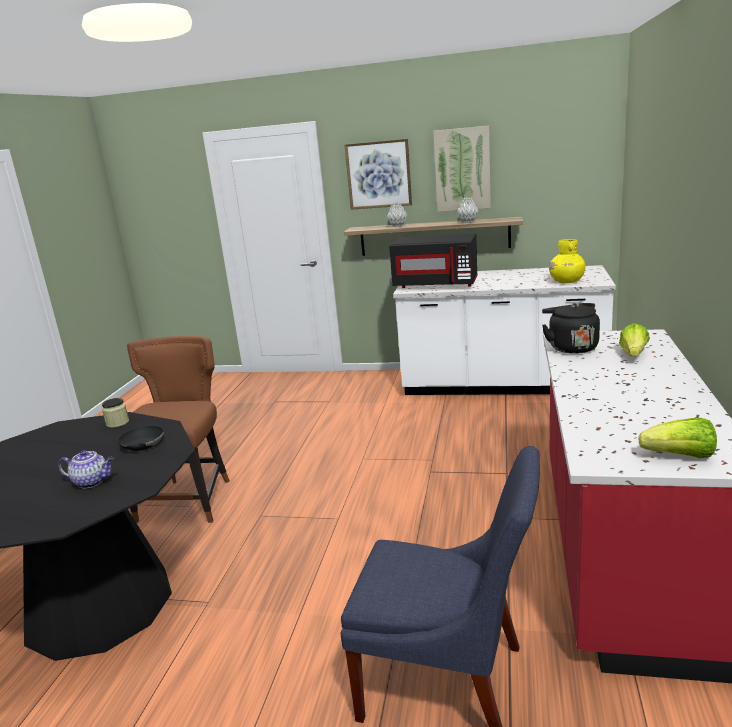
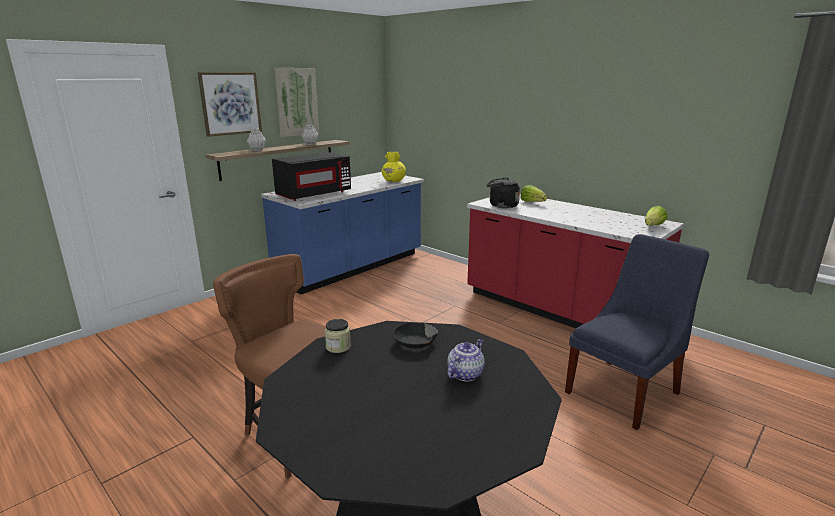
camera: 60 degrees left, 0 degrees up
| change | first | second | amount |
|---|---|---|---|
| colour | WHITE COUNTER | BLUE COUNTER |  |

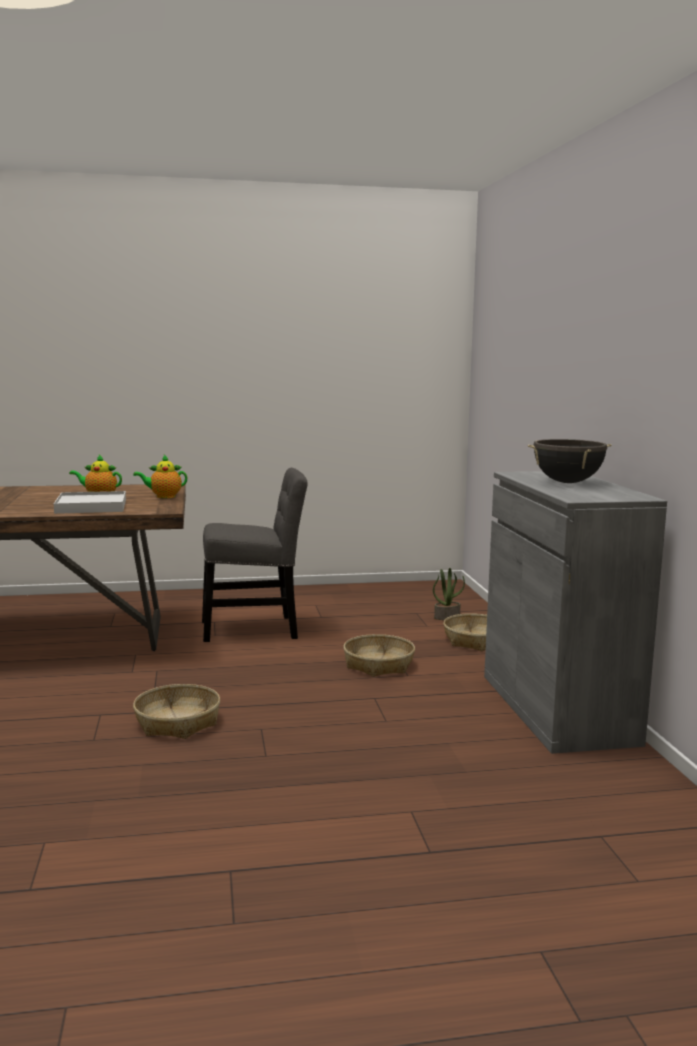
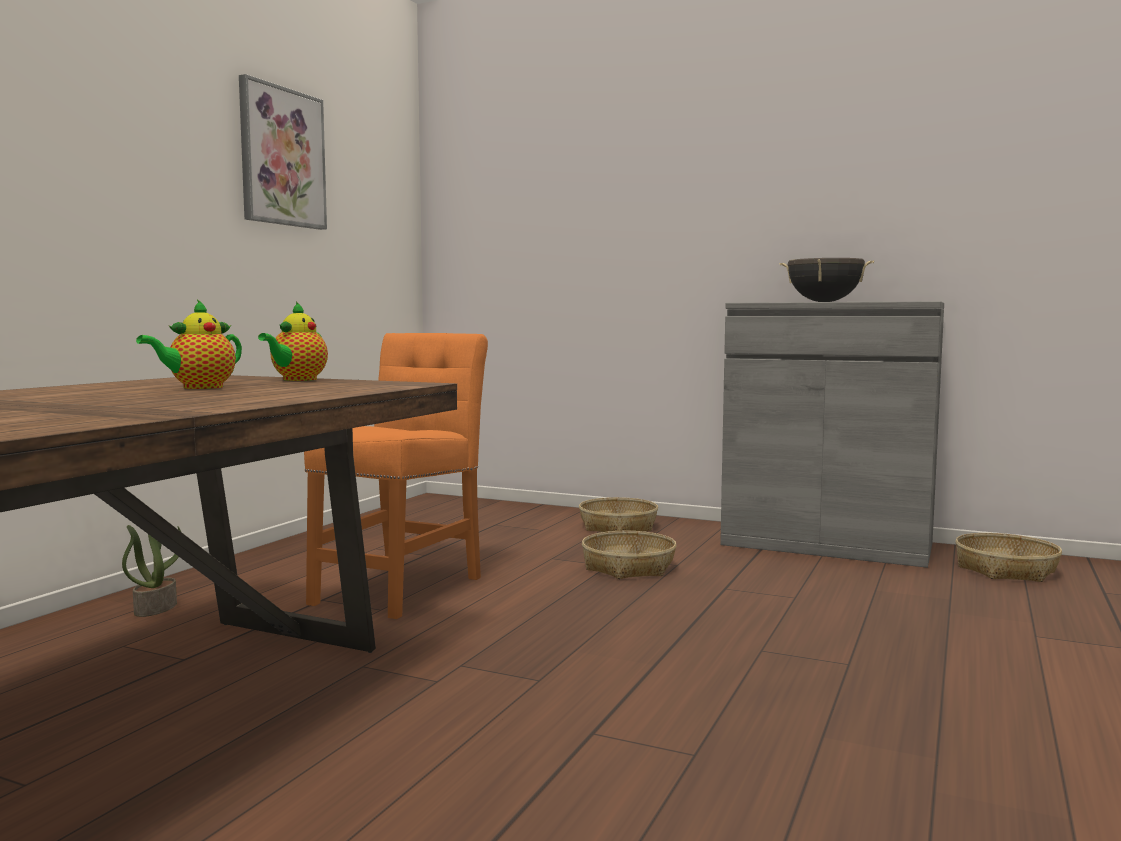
camera: 55 degrees left, 5 degrees down
| change | first | second | amount |
|---|---|---|---|
| missing | WHITE TRAY |  |  |
| appeared |  | PICTURE |  |
| relocated | BASKET (no. 1 from left in the first image) | BASKET (no. 3 from left) |  |
| relocated | POTTED PLANT |  |  |
| colour | GREY CHAIR | ORANGE CHAIR |  |

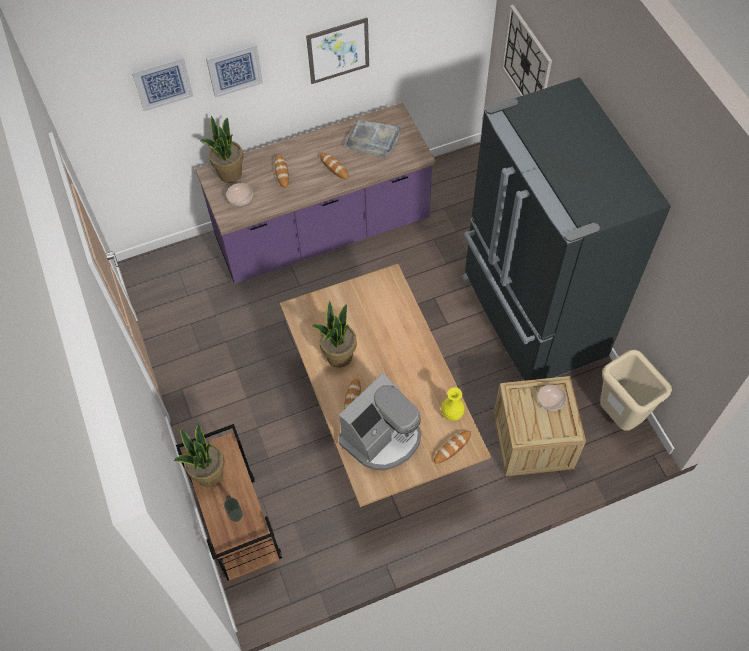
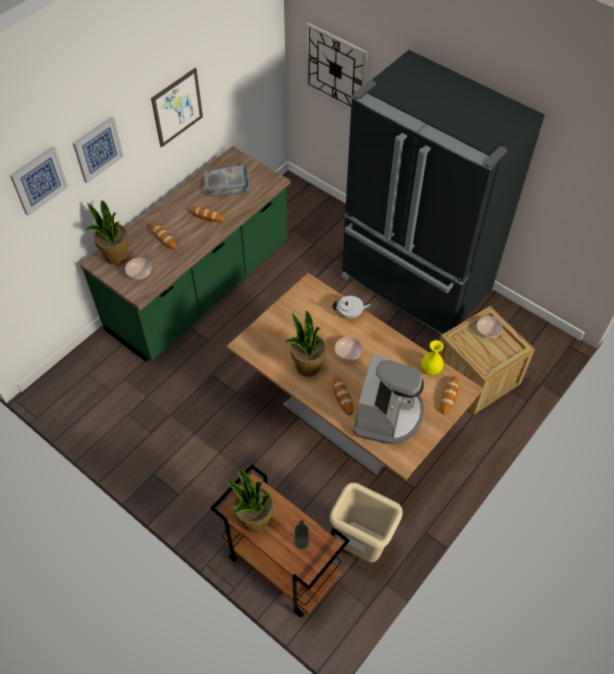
camera: 30 degrees left, 5 degrees down
| change | first | second | amount |
|---|---|---|---|
| appeared |  | WHITE TEAPOT |  |
| appeared |  | BOWL (no. 2 from left) |  |
| relocated | BEIGE TRASH CAN |  |  |
| colour | PURPLE COUNTER | GREEN COUNTER |  |

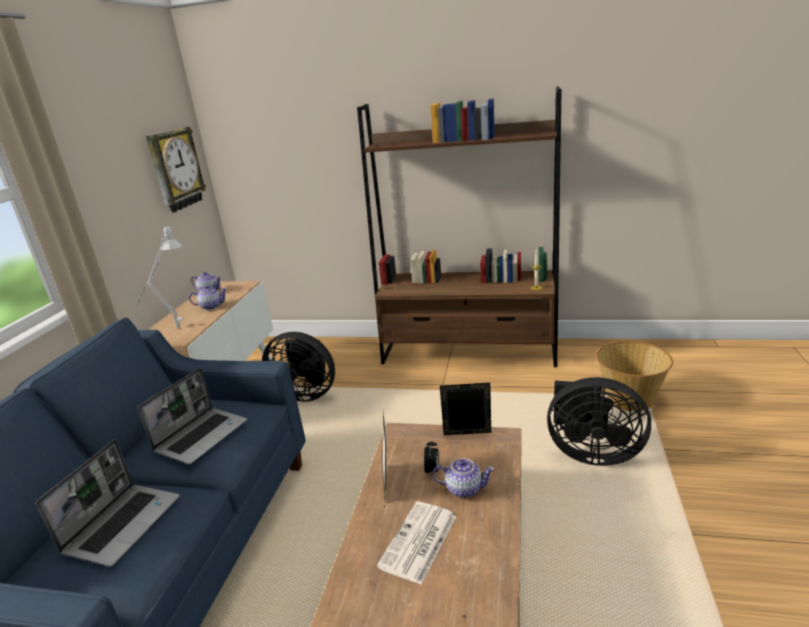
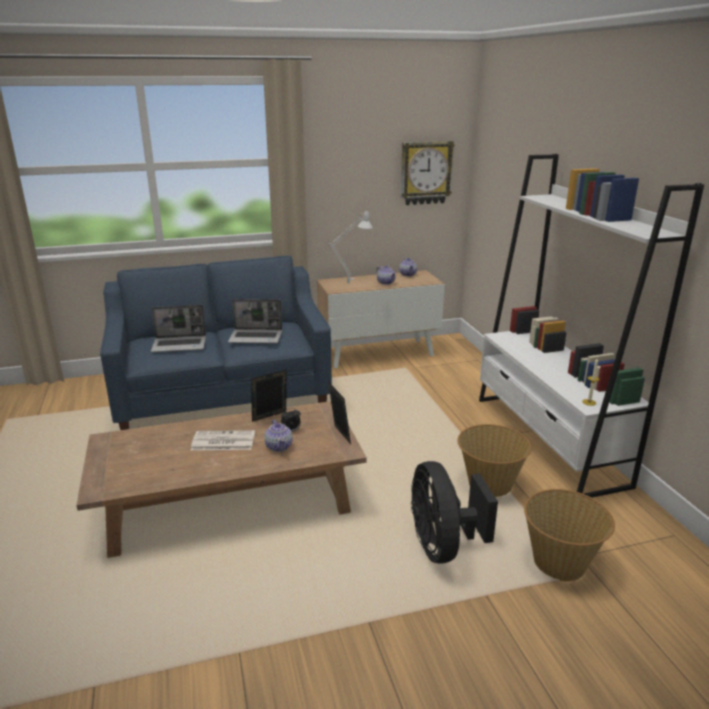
camera: 60 degrees right, 0 degrees up
| change | first | second | amount |
|---|---|---|---|
| missing | BLACK FAN (no. 1 from left) |  |  |
| appeared |  | BASKET (no. 1 from left) |  |
| colour | BROWN BOOKCASE | WHITE BOOKCASE |  |

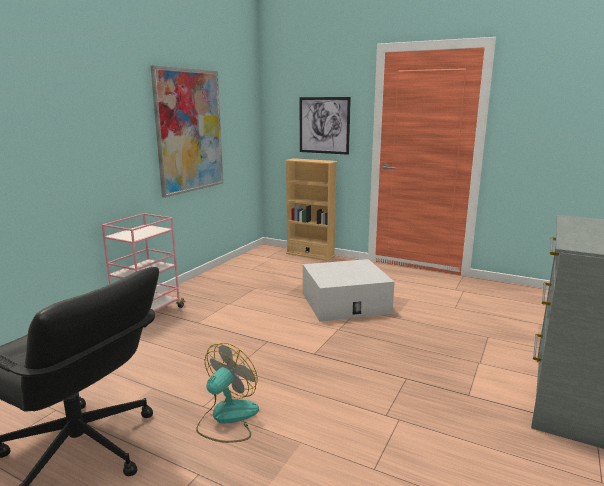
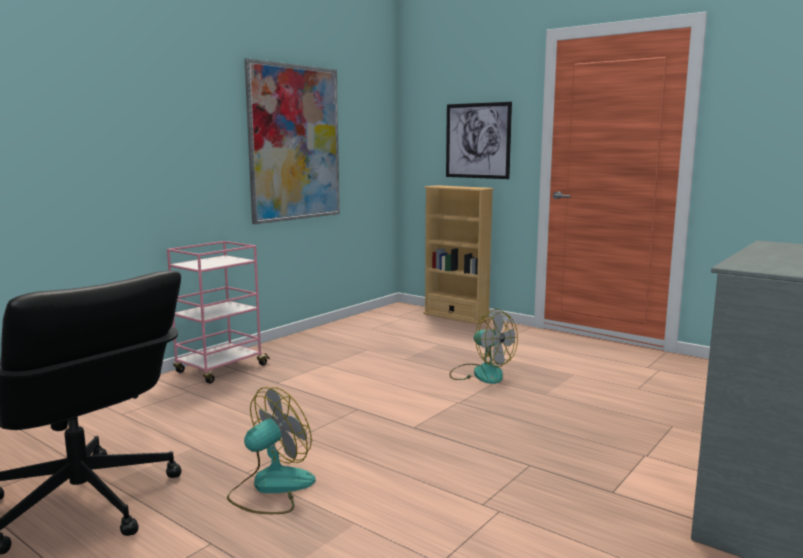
camera: 10 degrees right, 5 degrees down
| change | first | second | amount |
|---|---|---|---|
| exchanged | WHITE STORAGE BOX | FAN (no. 2 from left) |  |

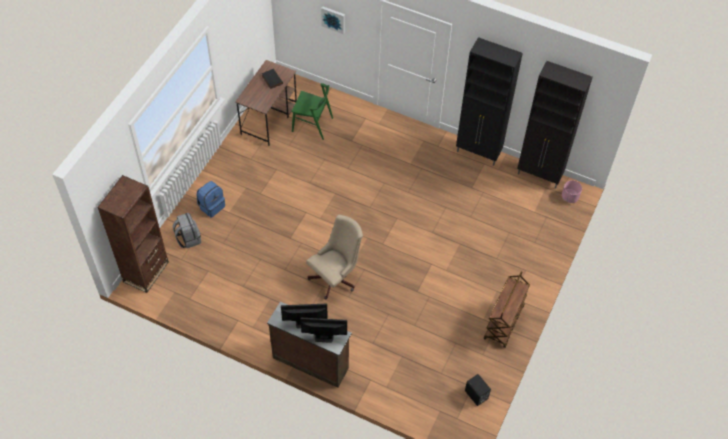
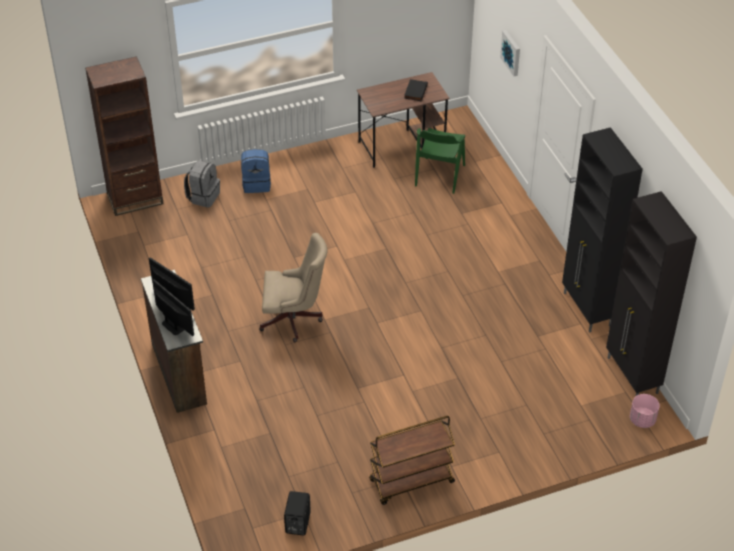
camera: 45 degrees right, 10 degrees down
| change | first | second | amount |
|---|---|---|---|
| spun | GREEN CHAIR |  | 45 degrees clockwise |

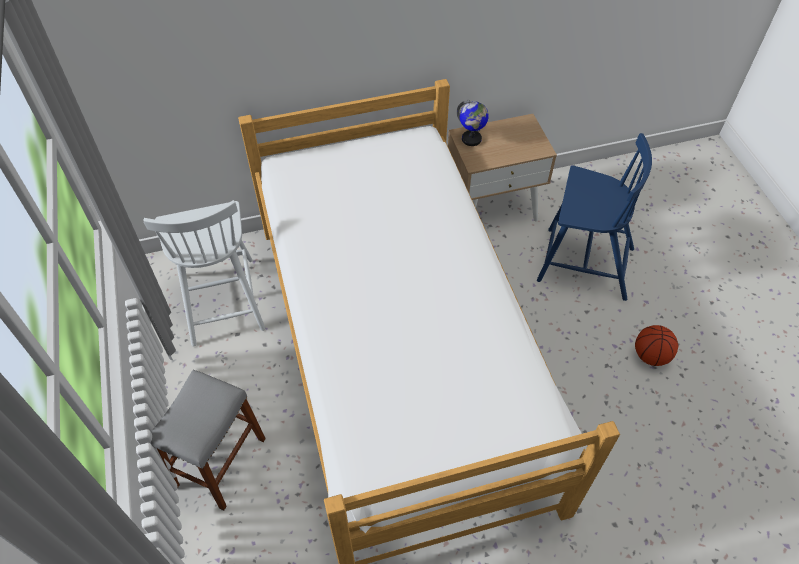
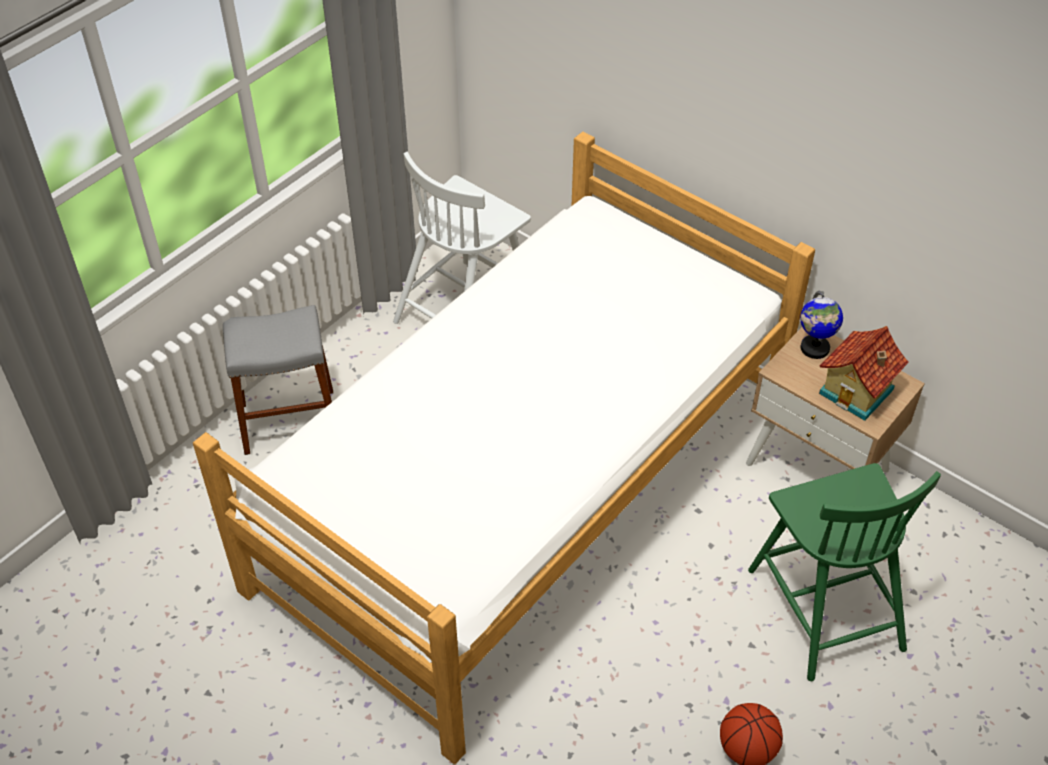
camera: 55 degrees right, 5 degrees down
| change | first | second | amount |
|---|---|---|---|
| appeared |  | TOY HOUSE |  |
| colour | BLUE CHAIR | GREEN CHAIR |  |

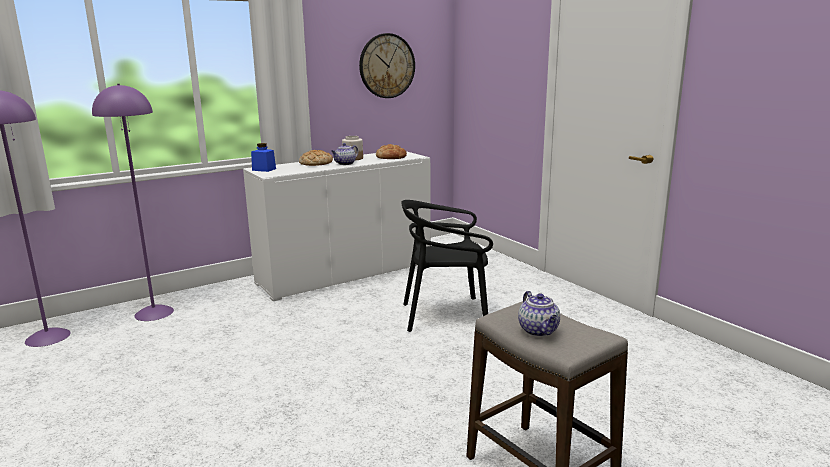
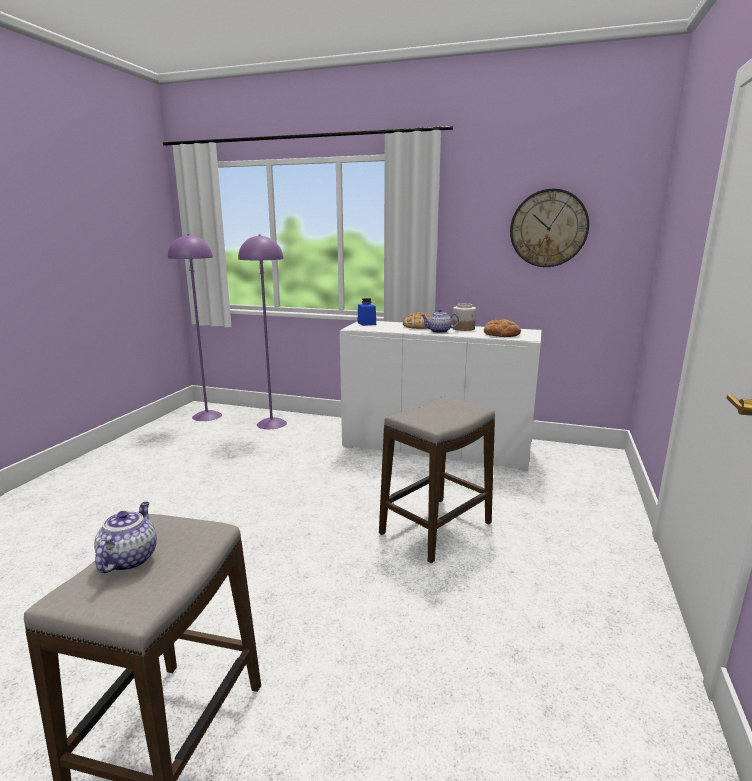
camera: 50 degrees right, 0 degrees up
| change | first | second | amount |
|---|---|---|---|
| exchanged | BLACK CHAIR | STOOL (no. 2 from left) |  |
| spun | TEAPOT (no. 2 from left in the first image) | TEAPOT (no. 1 from left) | 150 degrees clockwise |

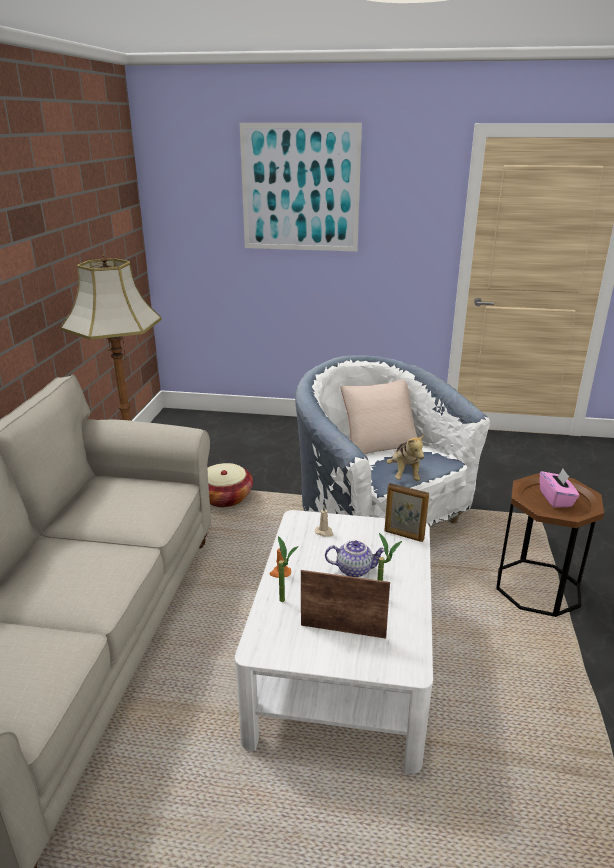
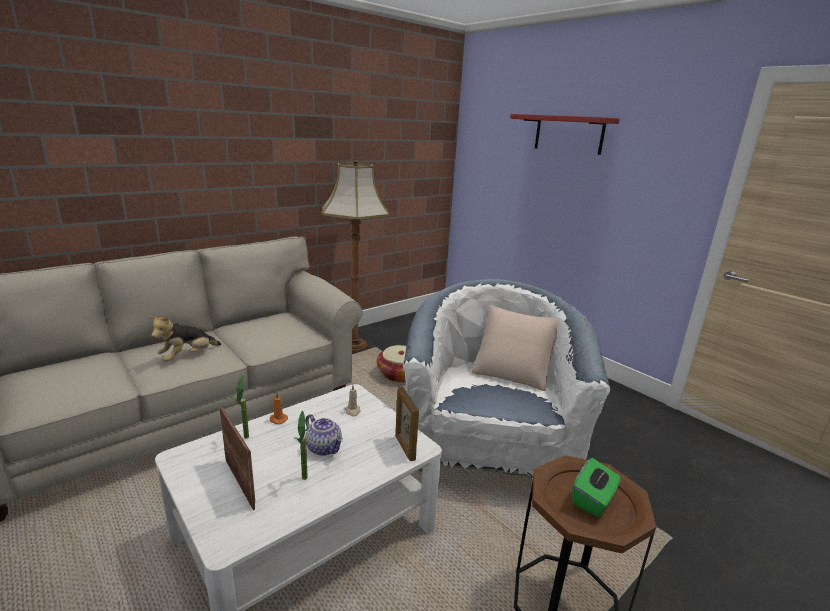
camera: 40 degrees right, 5 degrees down
| change | first | second | amount |
|---|---|---|---|
| relocated | PLUSH TOY |  |  |
| exchanged | PICTURE | RED SHELF |  |
| colour | PINK TISSUE BOX | GREEN TISSUE BOX |  |

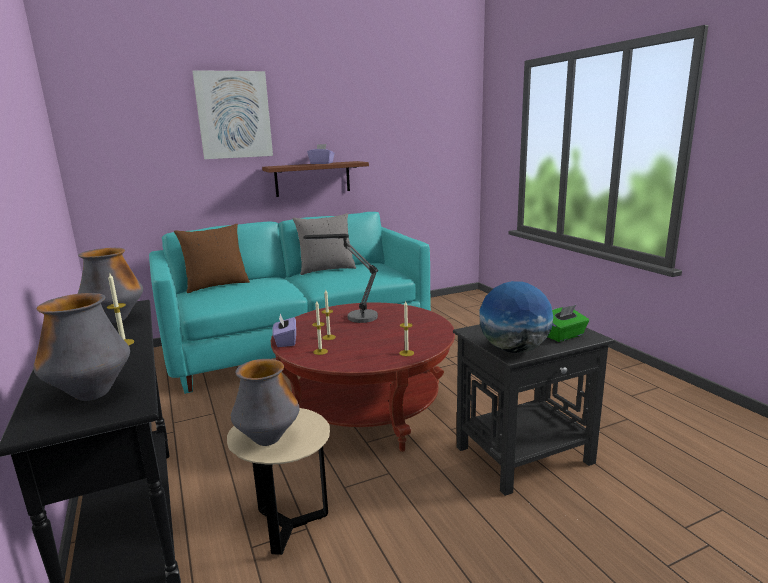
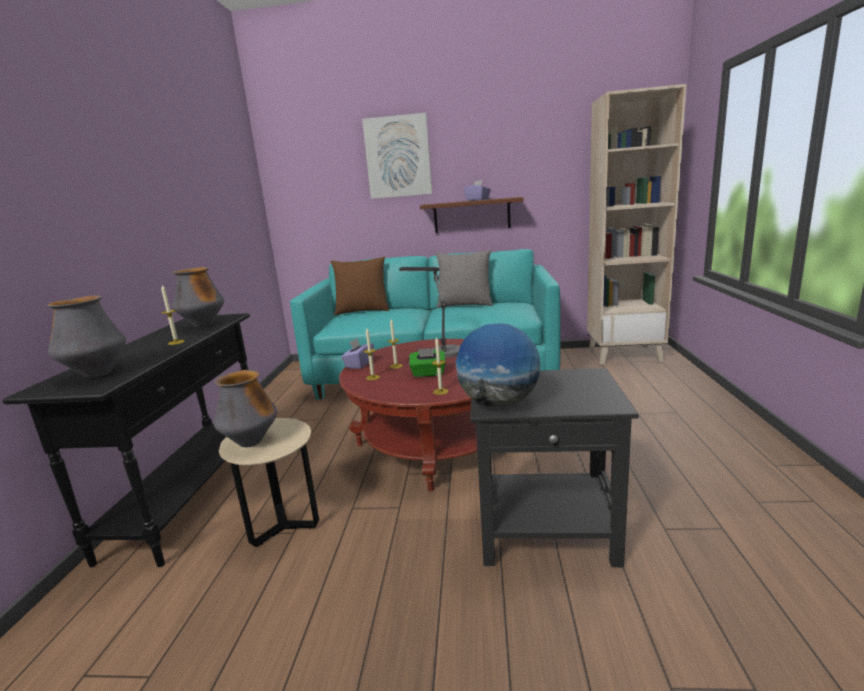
camera: 30 degrees right, 0 degrees up
| change | first | second | amount |
|---|---|---|---|
| appeared |  | BEIGE BOOKCASE |  |
| relocated | GREEN TISSUE BOX |  |  |

